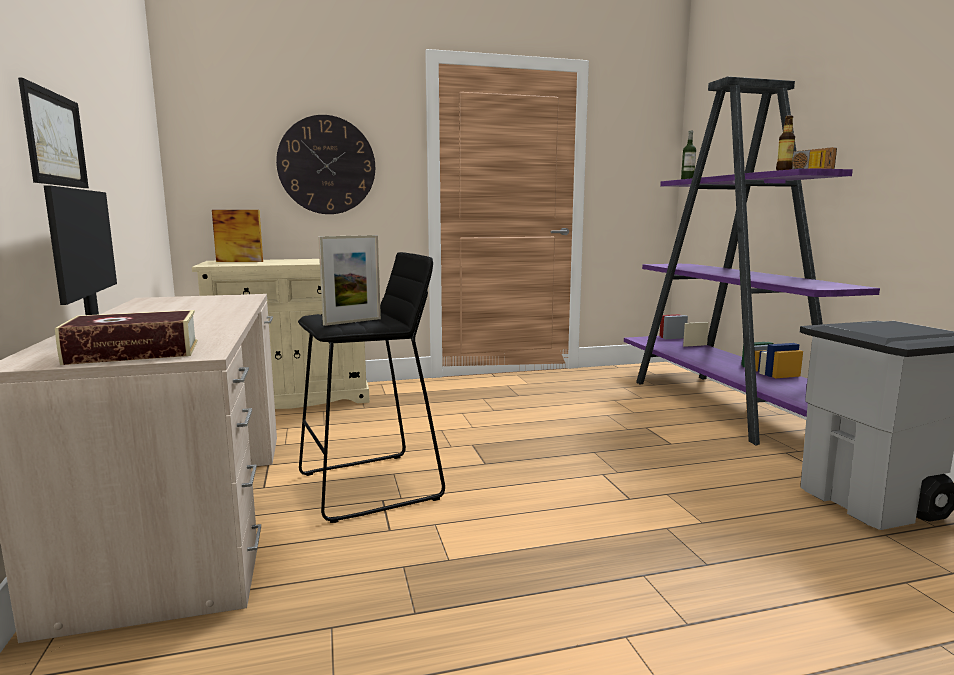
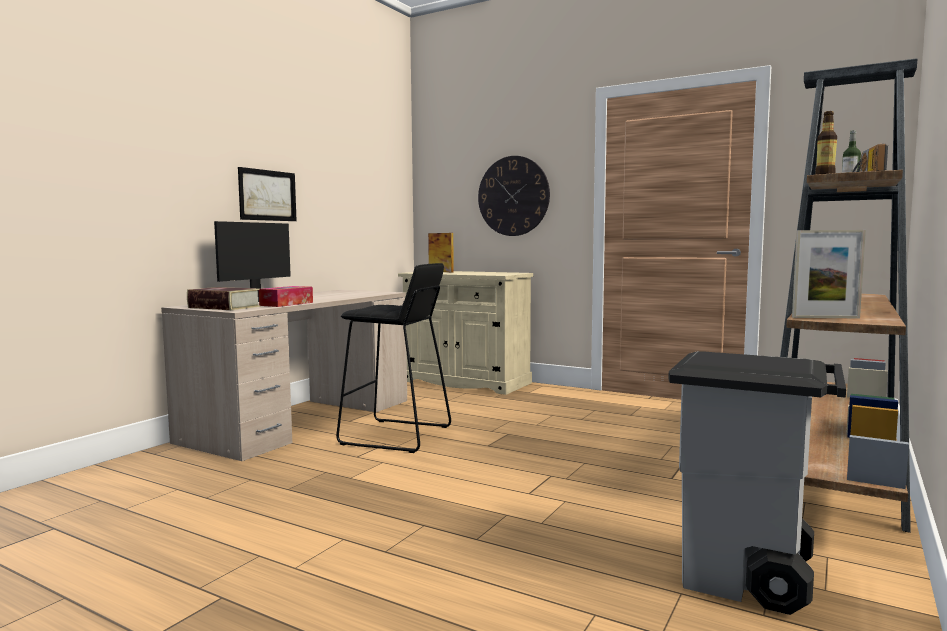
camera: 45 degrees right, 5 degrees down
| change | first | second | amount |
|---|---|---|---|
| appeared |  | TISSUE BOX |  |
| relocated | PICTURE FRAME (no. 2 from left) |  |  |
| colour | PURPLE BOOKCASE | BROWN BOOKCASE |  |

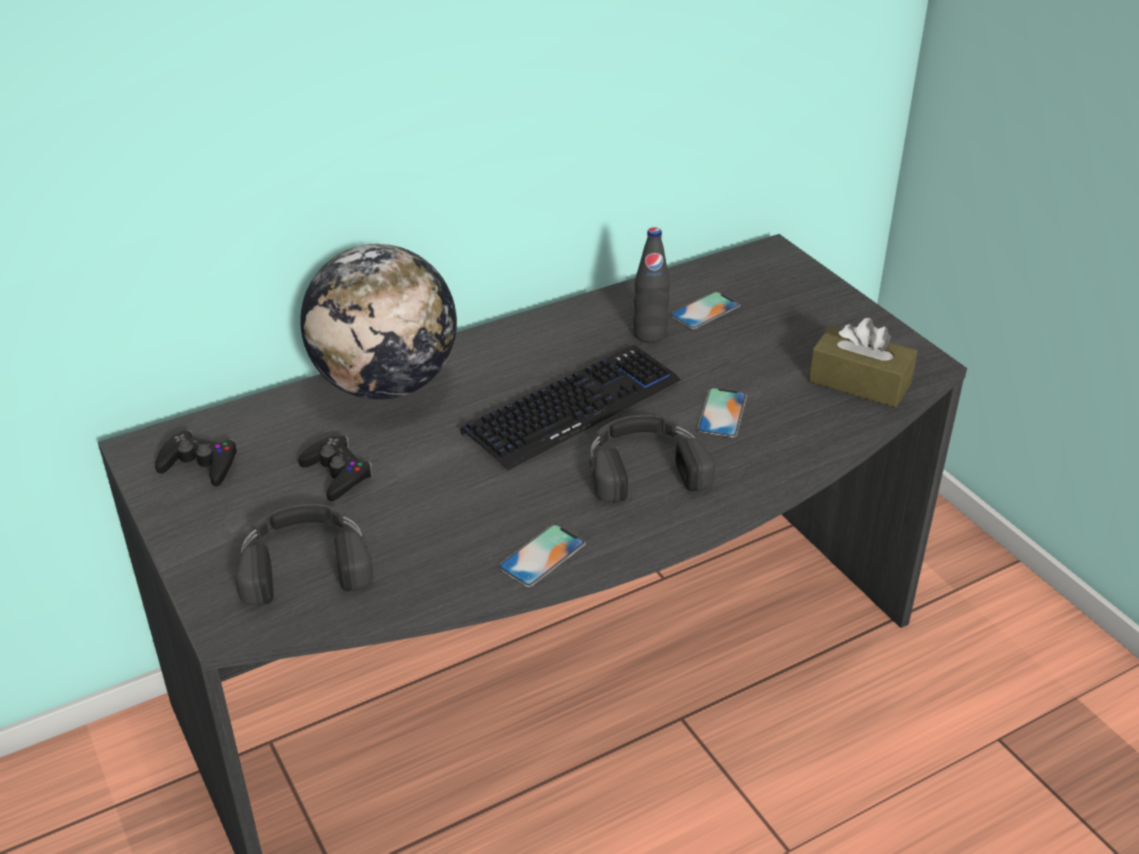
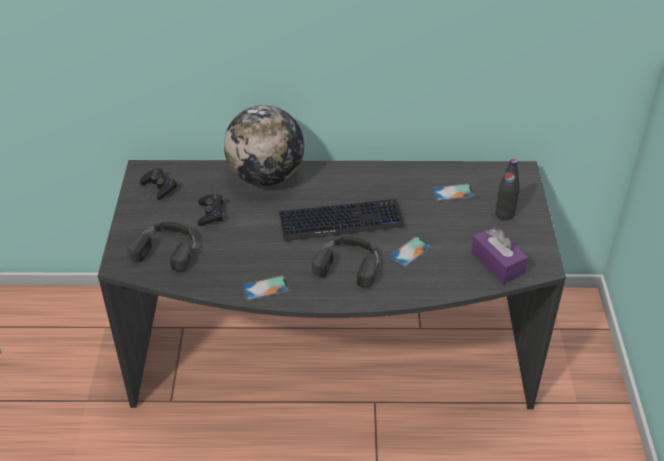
camera: 30 degrees right, 5 degrees up
| change | first | second | amount |
|---|---|---|---|
| relocated | BLACK BOTTLE |  |  |
| colour | BROWN TISSUE BOX | PURPLE TISSUE BOX |  |

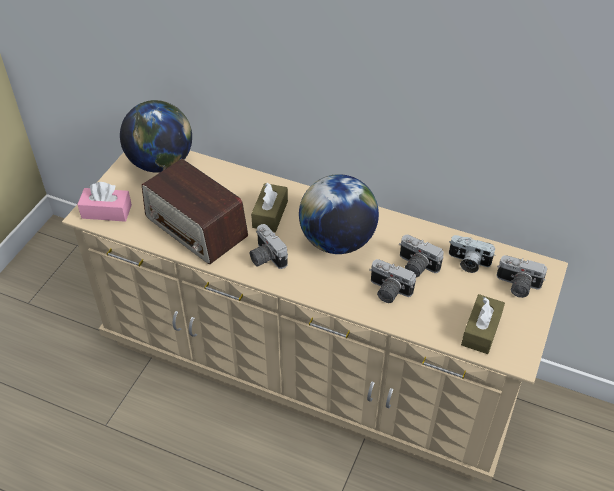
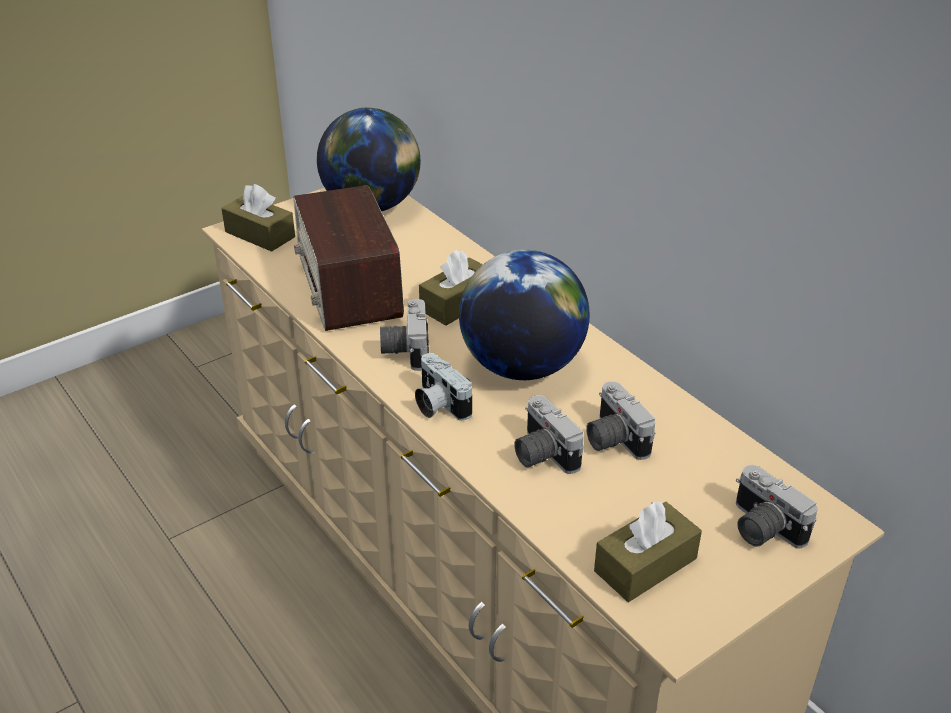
camera: 30 degrees right, 10 degrees down
| change | first | second | amount |
|---|---|---|---|
| relocated | PHOTO CAMERA (no. 4 from left in the first image) | PHOTO CAMERA (no. 2 from left) |  |
| colour | PINK TISSUE BOX | BROWN TISSUE BOX (no. 1 from left) |  |

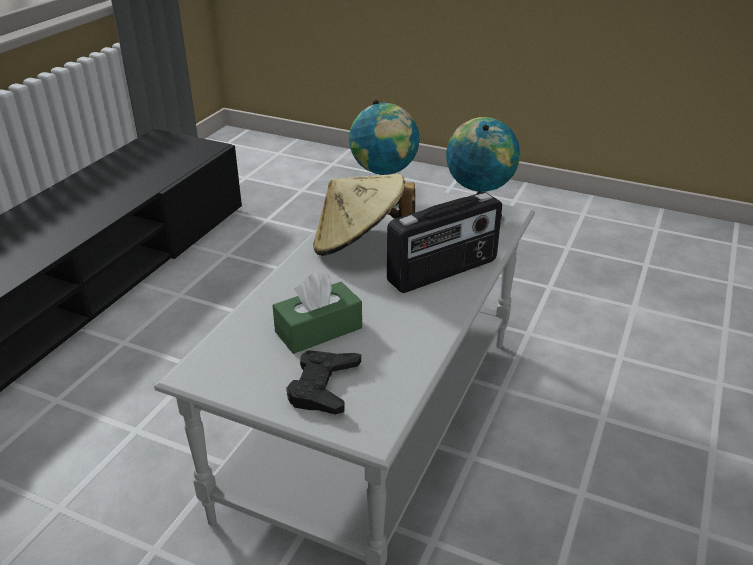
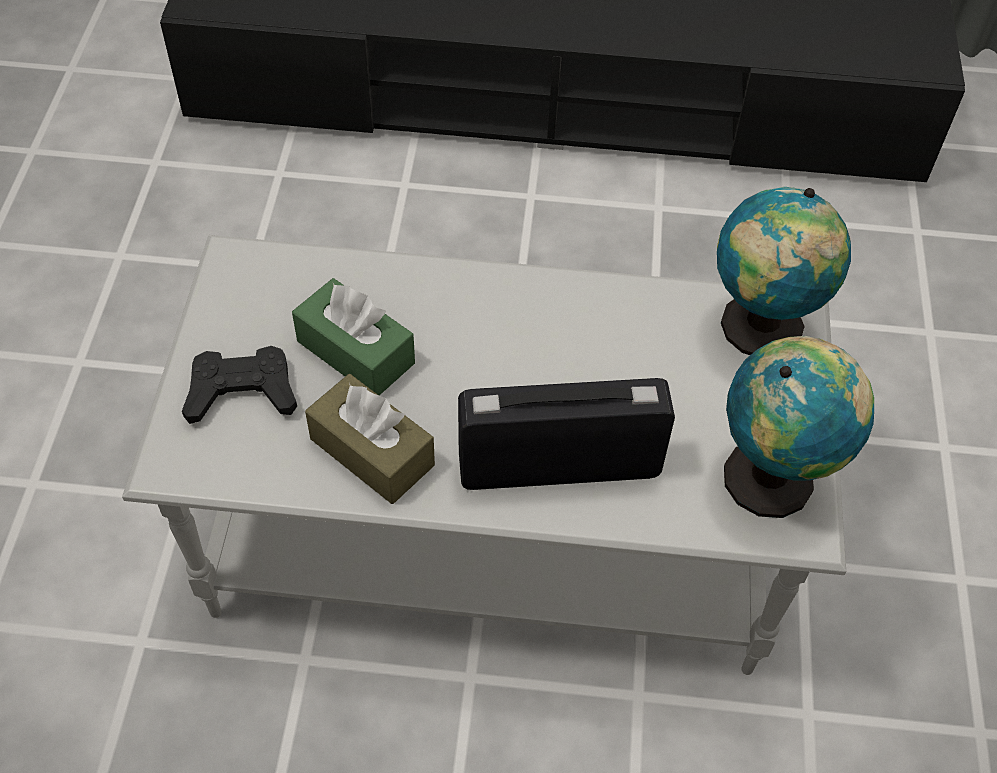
camera: 70 degrees right, 20 degrees up
| change | first | second | amount |
|---|---|---|---|
| missing | BEIGE HAT |  |  |
| appeared |  | BROWN TISSUE BOX |  |
| spun | RADIO |  | 135 degrees clockwise |

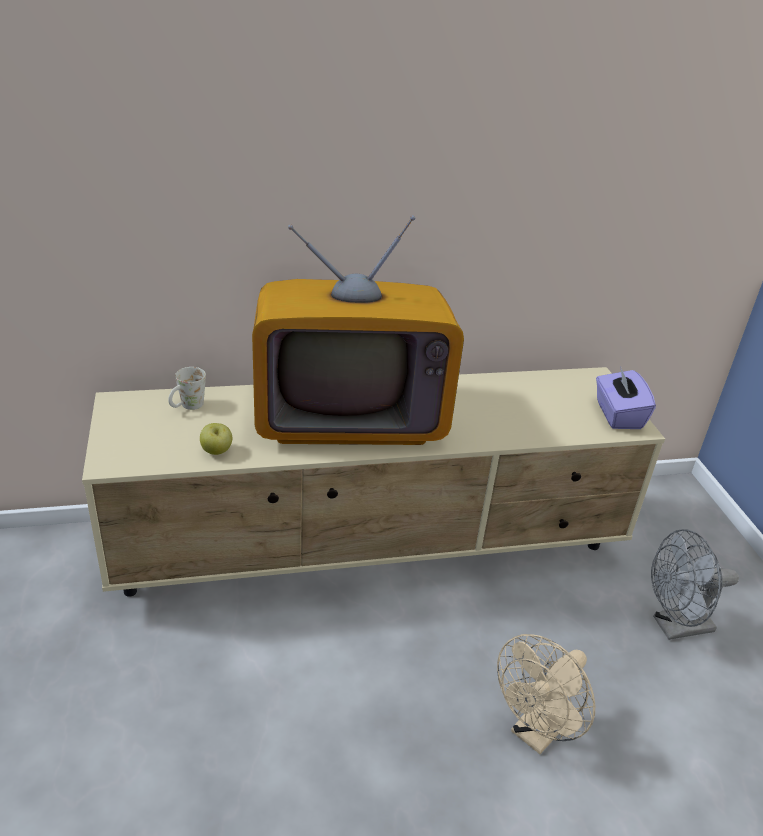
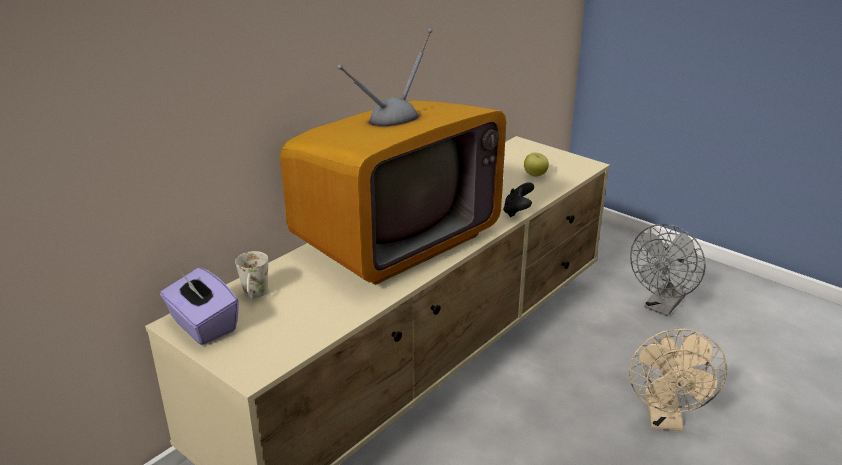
camera: 35 degrees left, 5 degrees down
| change | first | second | amount |
|---|---|---|---|
| appeared |  | BLACK GAME CONTROLLER |  |
| relocated | APPLE |  |  |
| relocated | PURPLE TISSUE BOX |  |  |

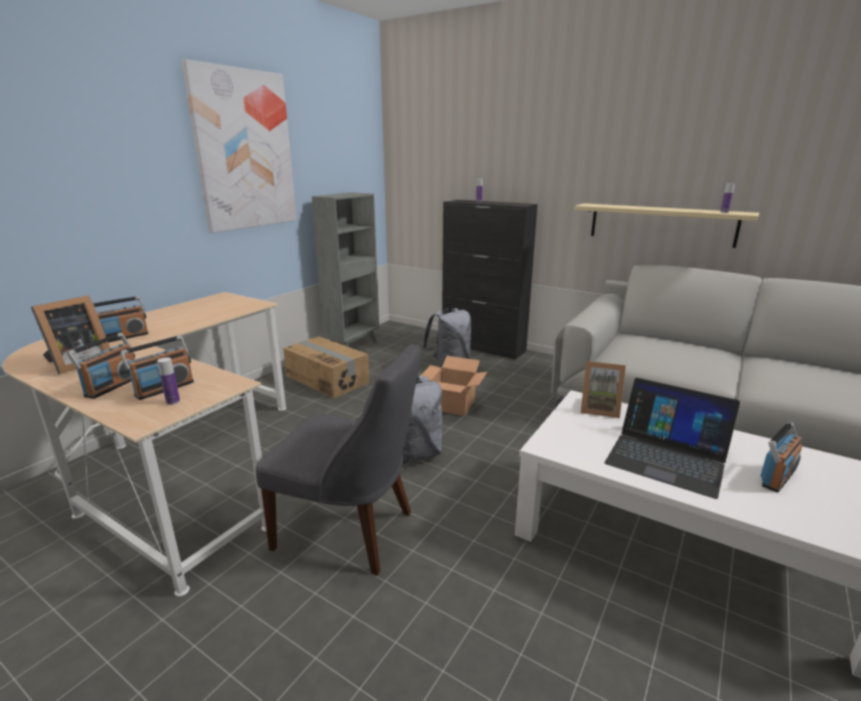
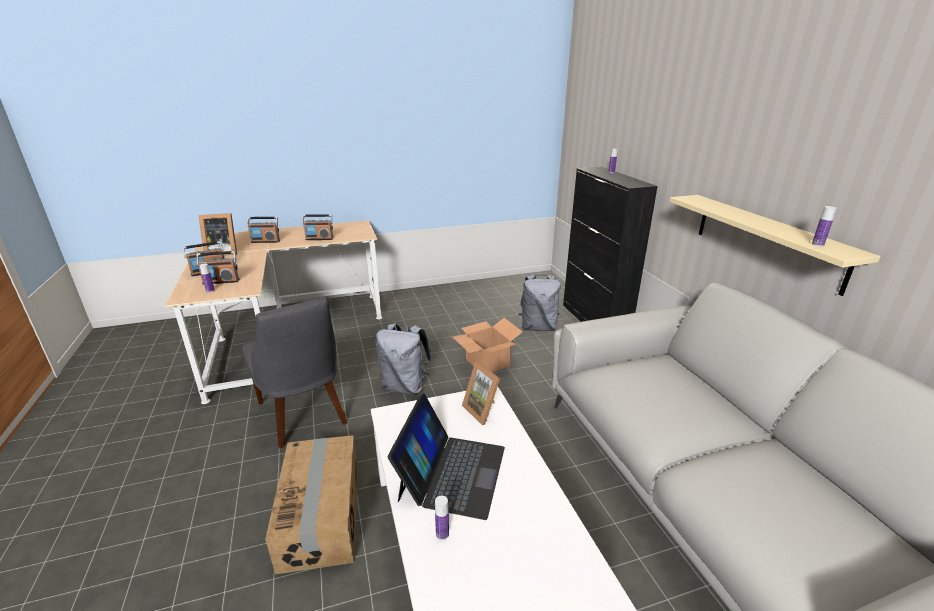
camera: 40 degrees right, 5 degrees up
| change | first | second | amount |
|---|---|---|---|
| missing | PICTURE |  |  |
| missing | GREY BOOKCASE |  |  |
| appeared |  | BOTTLE (no. 2 from left) |  |
| relocated | CARDBOARD BOX (no. 1 from left) |  |  |
| relocated | RADIO (no. 4 from left) |  |  |
| spun | LAPTOP |  | 150 degrees counterclockwise |

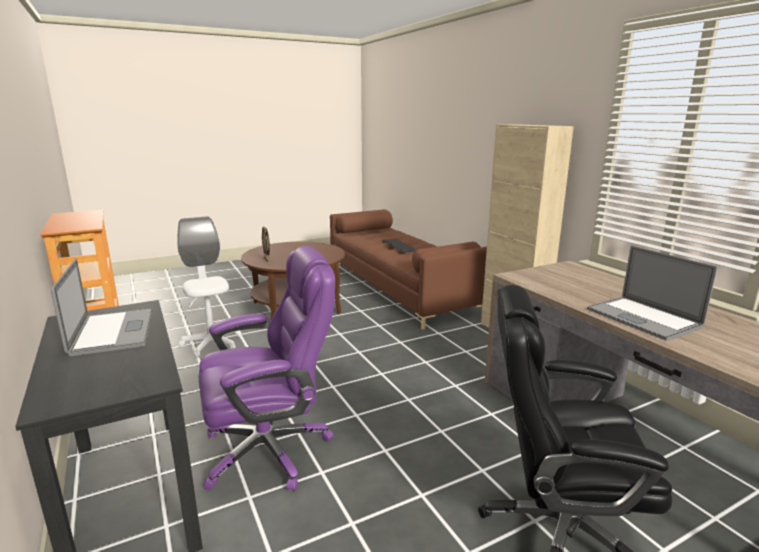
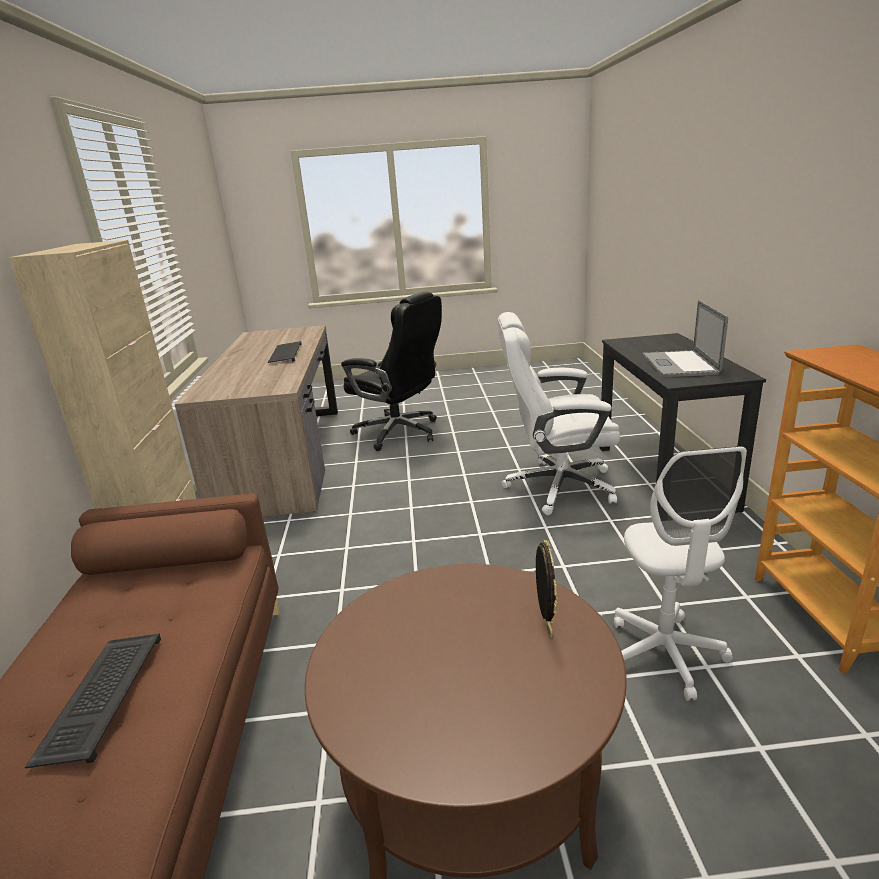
camera: 155 degrees left, 5 degrees up
| change | first | second | amount |
|---|---|---|---|
| exchanged | LAPTOP (no. 2 from left) | KEYBOARD (no. 2 from left) |  |
| colour | PURPLE OFFICE CHAIR | WHITE OFFICE CHAIR (no. 1 from left) |  |

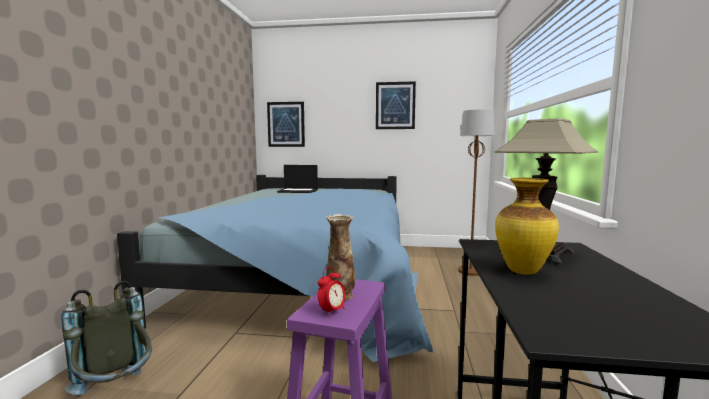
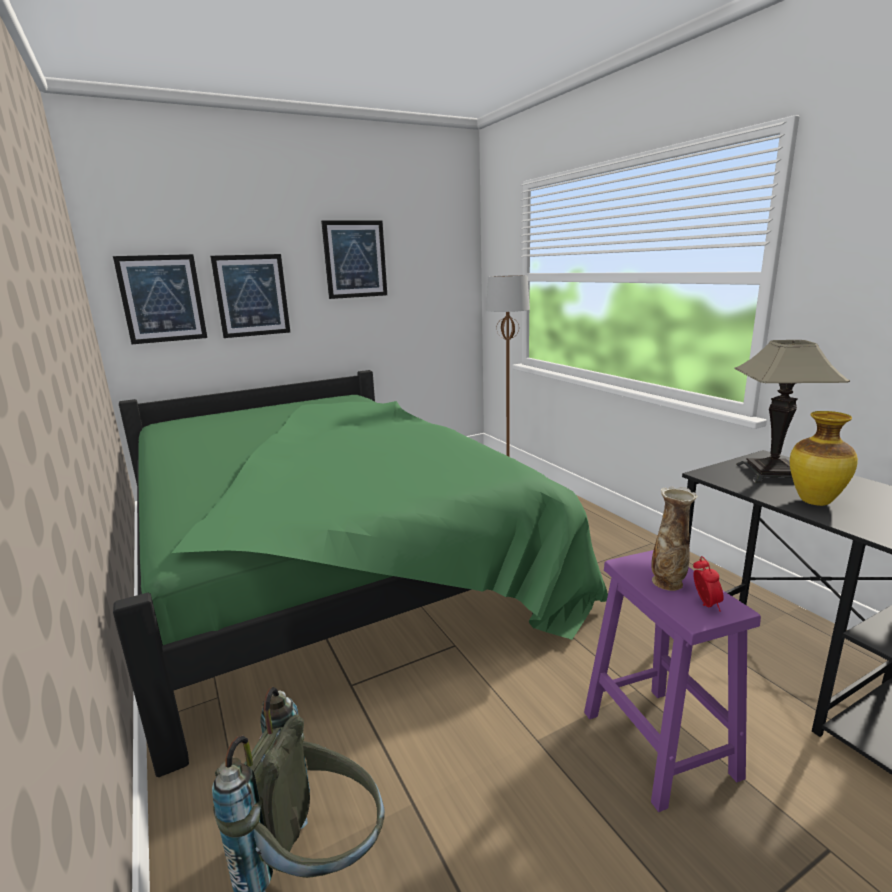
camera: 35 degrees left, 10 degrees up
| change | first | second | amount |
|---|---|---|---|
| missing | LAPTOP |  |  |
| appeared |  | PICTURE (no. 2 from left) |  |
| colour | BLUE BED | GREEN BED |  |

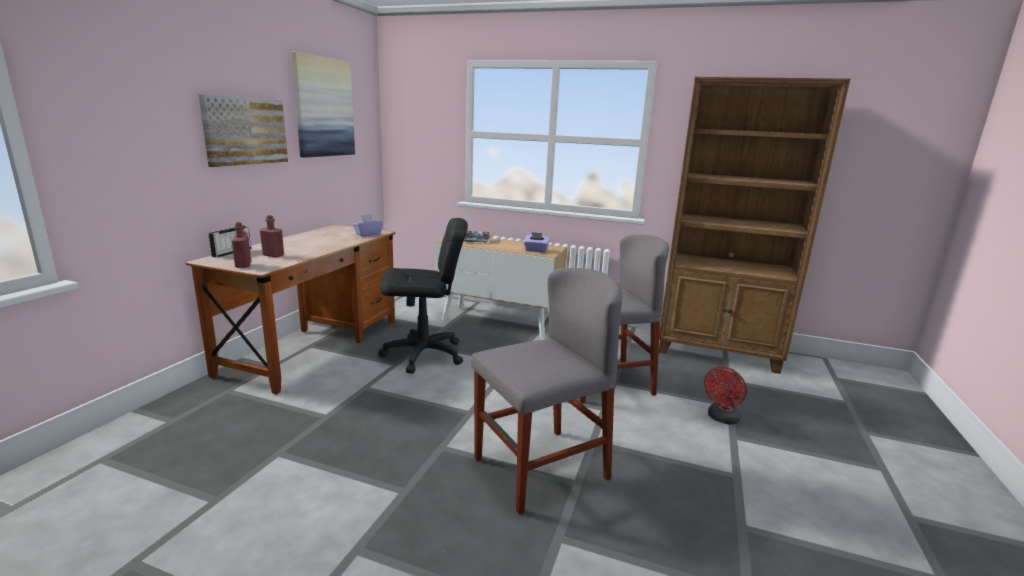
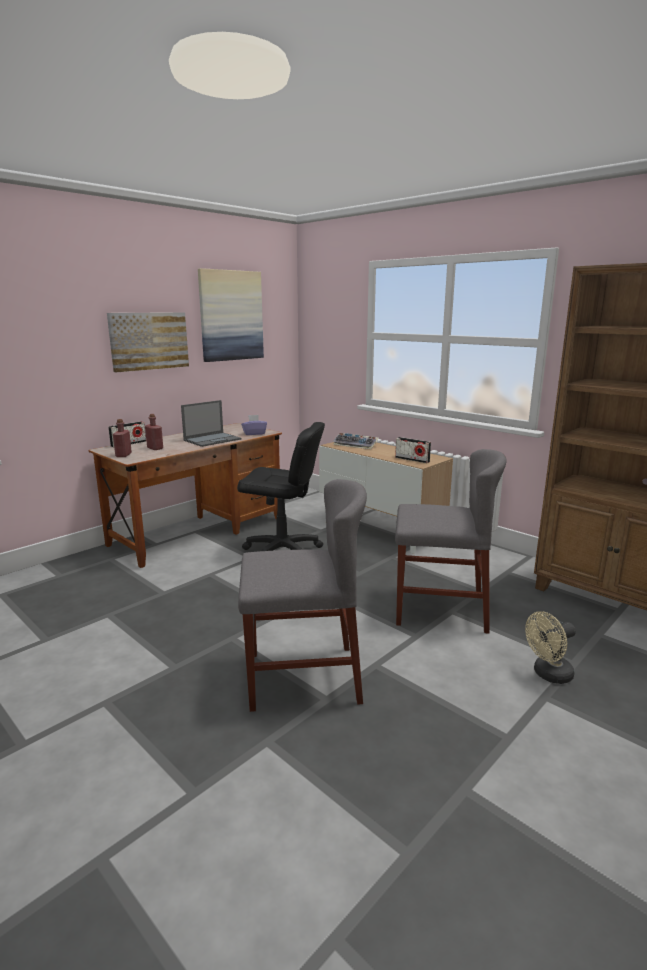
camera: 25 degrees right, 0 degrees up
| change | first | second | amount |
|---|---|---|---|
| appeared |  | LAPTOP |  |
| exchanged | PURPLE TISSUE BOX (no. 2 from left) | RADIO (no. 2 from left) |  |
| colour | RED FAN | BEIGE FAN |  |

